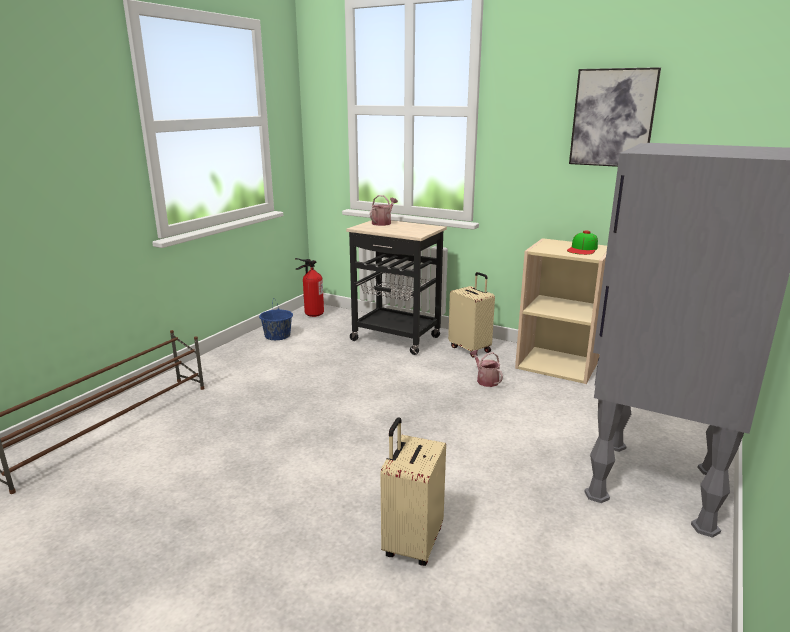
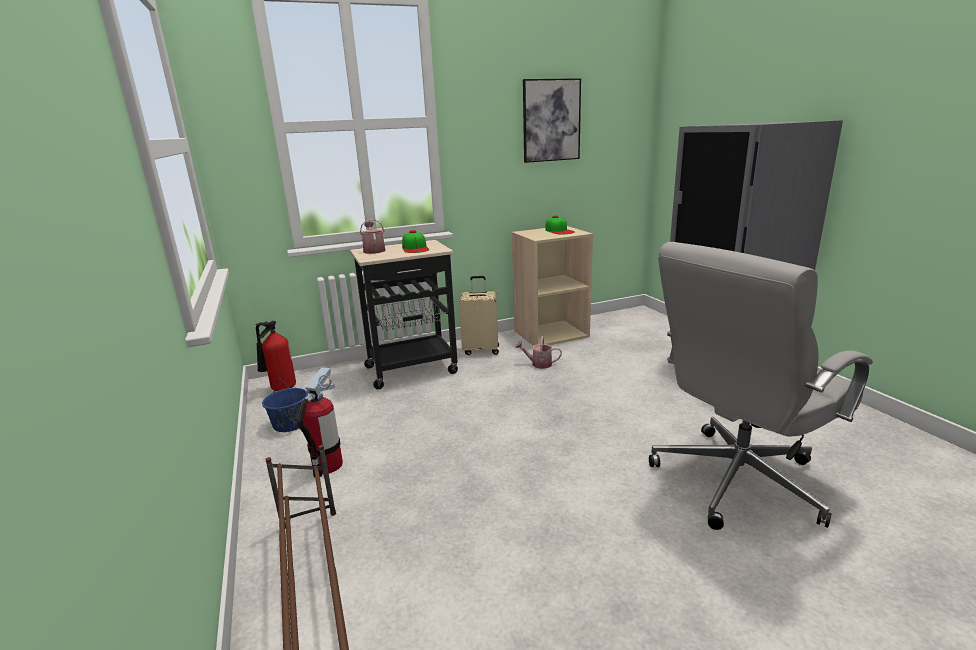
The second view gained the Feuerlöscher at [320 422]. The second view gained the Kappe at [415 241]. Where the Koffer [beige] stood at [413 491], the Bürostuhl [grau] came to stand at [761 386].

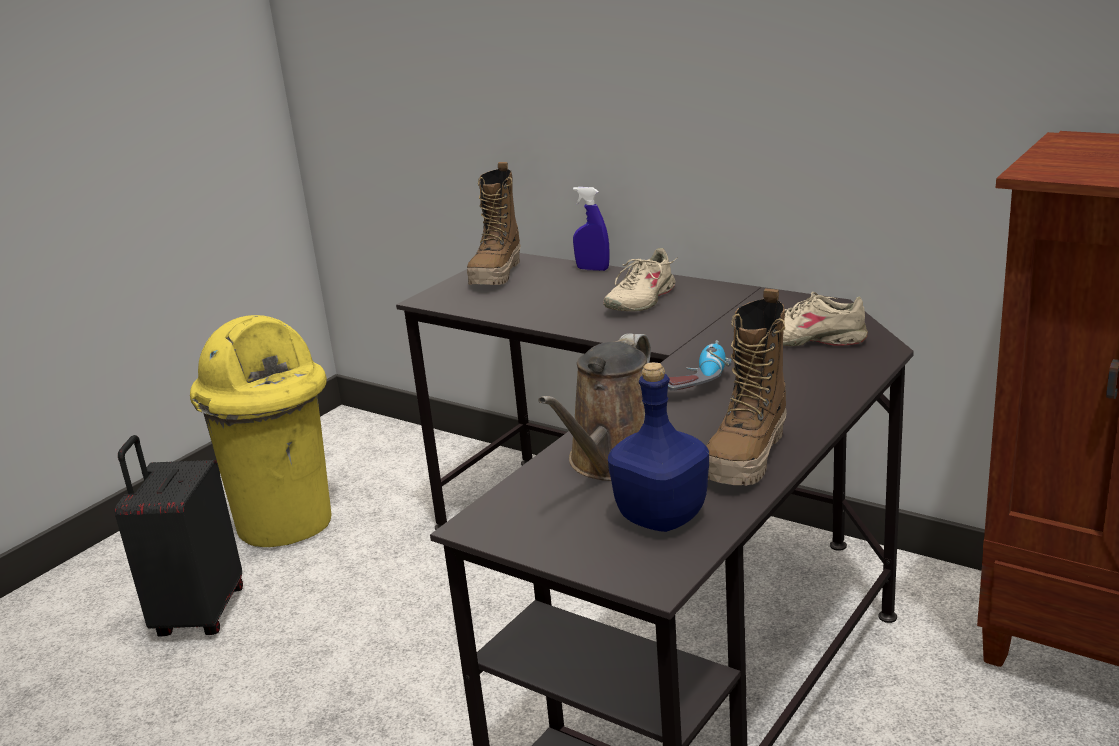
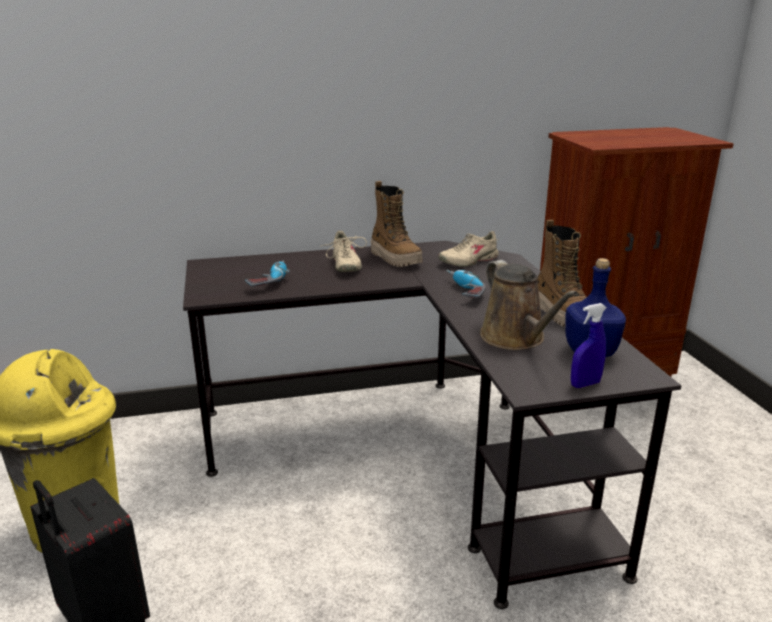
The second view gained the Bohrmaschine at [267 273]. The Stiefel ended up elsewhere, having gone from [494 223] to [397 224]. The Sprühflasche [blau] ended up elsewhere, having gone from [591 229] to [589 345].

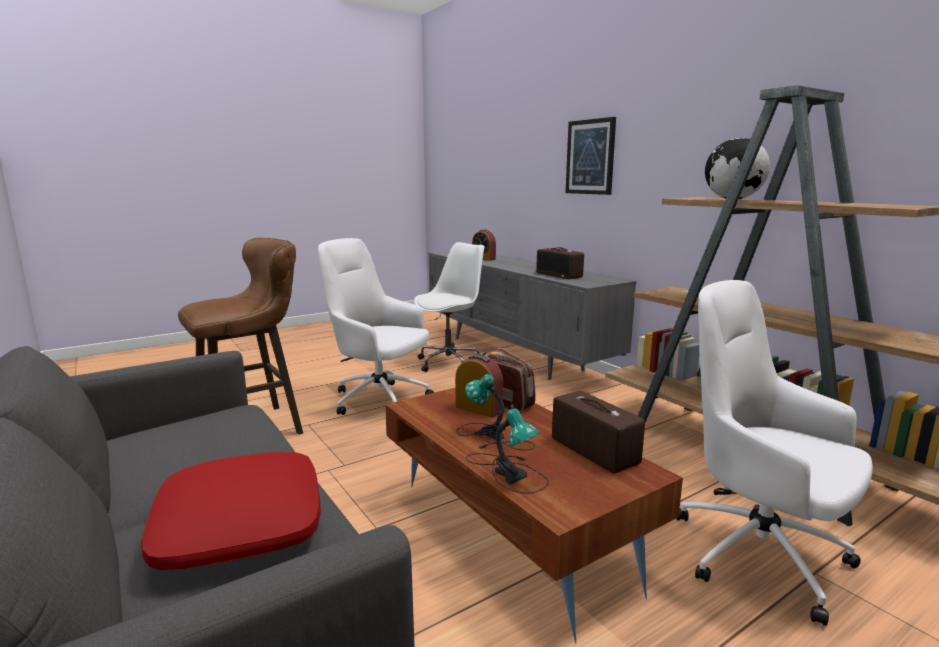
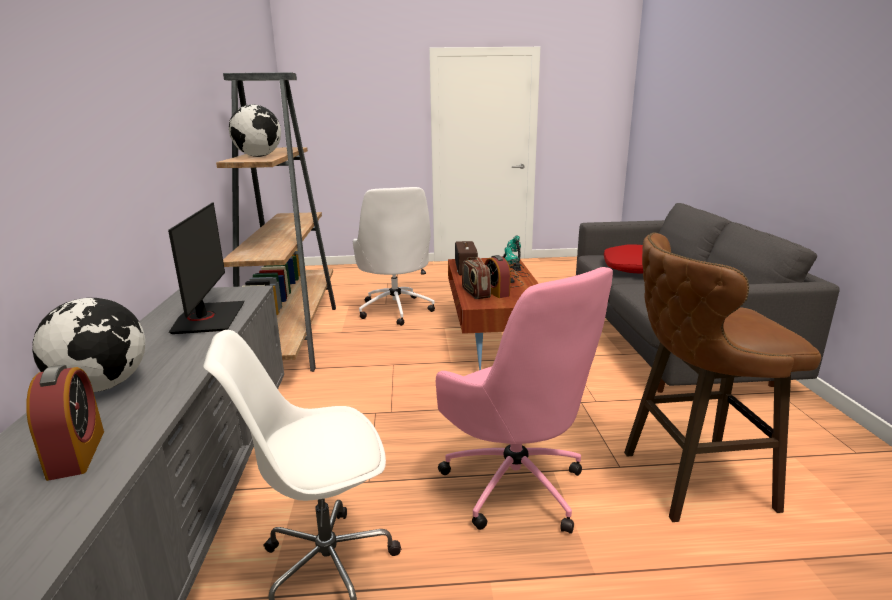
The second view lost the Bild at [591 156]. The second view gained the Globus at [88 345]. Where the Radio stood at [560 263], the Monitor came to stand at [206 268]. What was the Bürostuhl [weiß] at [376 326] turned into the Bürostuhl [rosa] at [524 400].

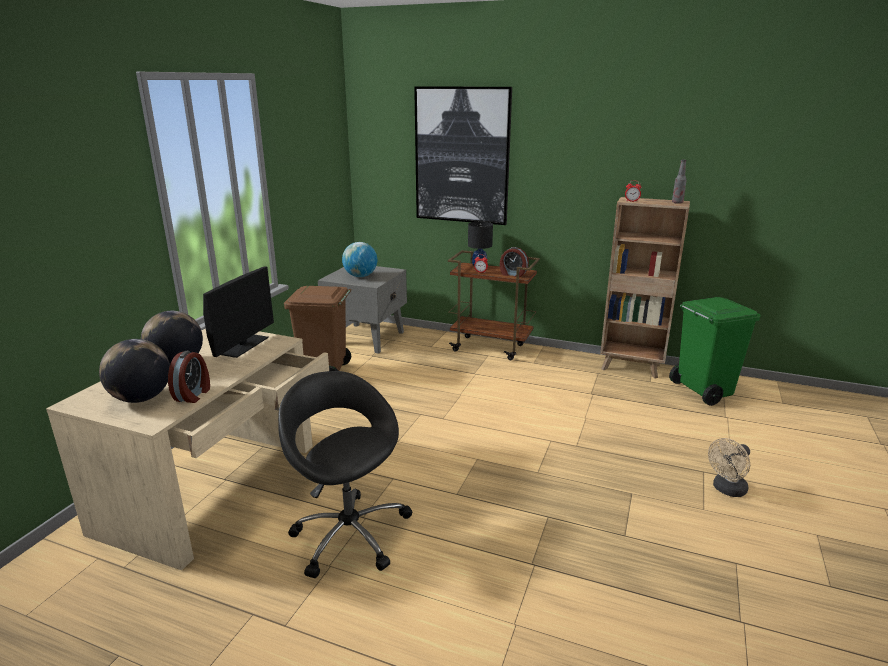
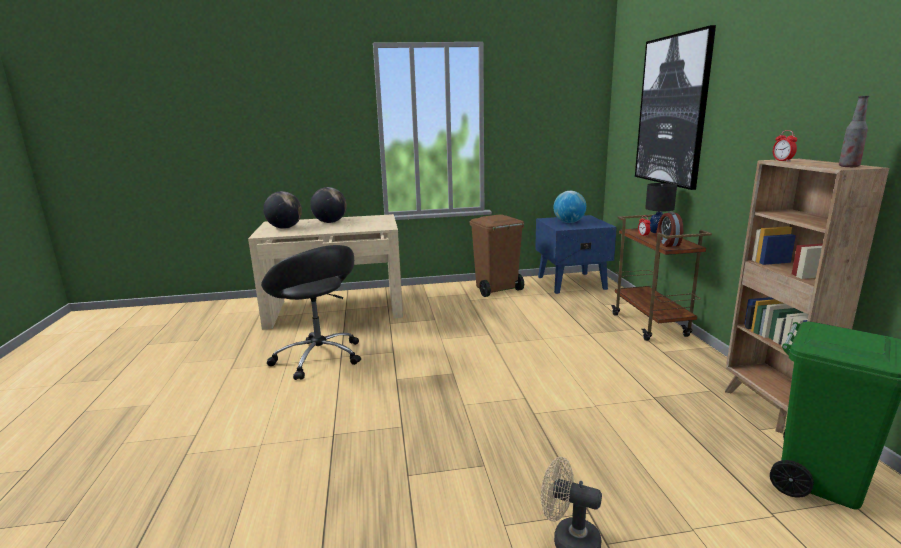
The second view lost the Wecker at [189 377]. The second view lost the Monitor at [238 312]. What was the Nachttisch [grau] at [362 310] turned into the Nachttisch [blau] at [576 254]. The Bürostuhl [schwarz] at [345 474] ended up facing another way, 135 degrees clockwise from before.

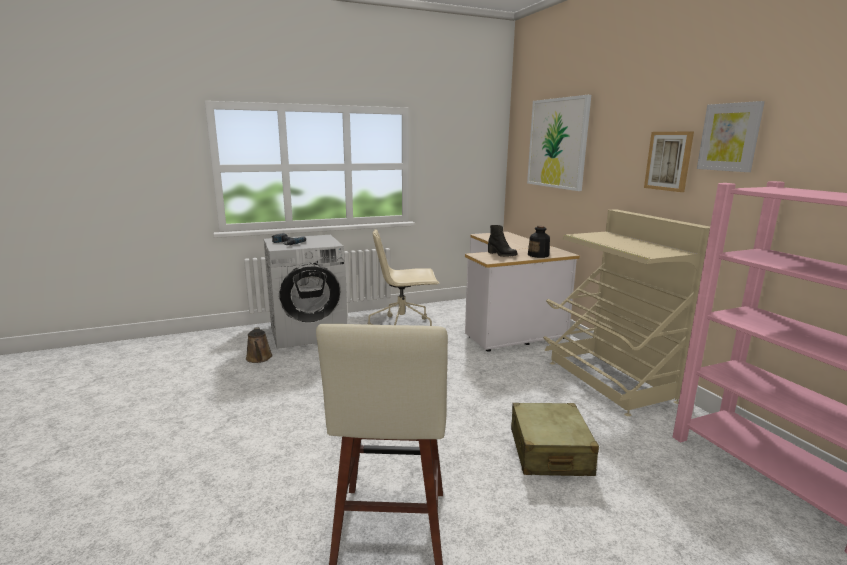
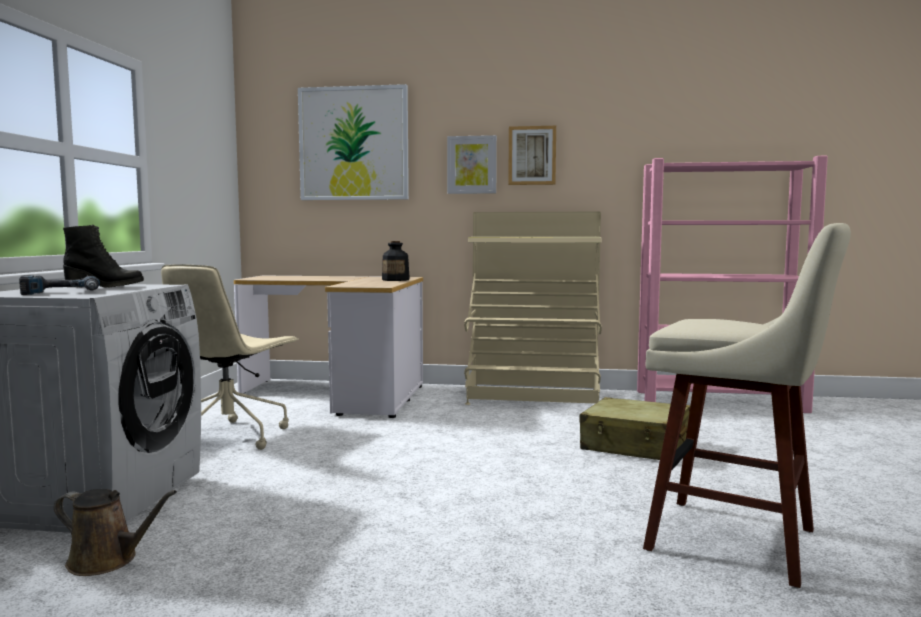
The Stiefel [schwarz] ended up elsewhere, having gone from [503 241] to [103 256]. The Bild ended up elsewhere, having gone from [731 136] to [472 164].

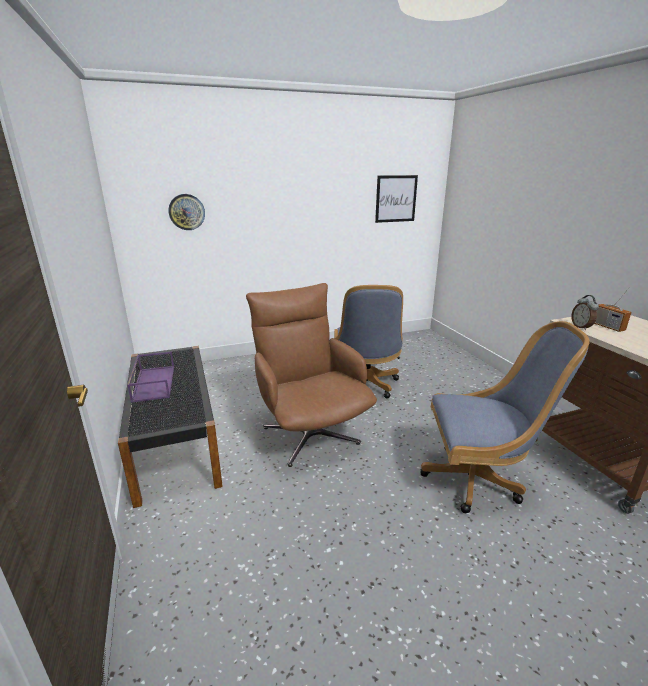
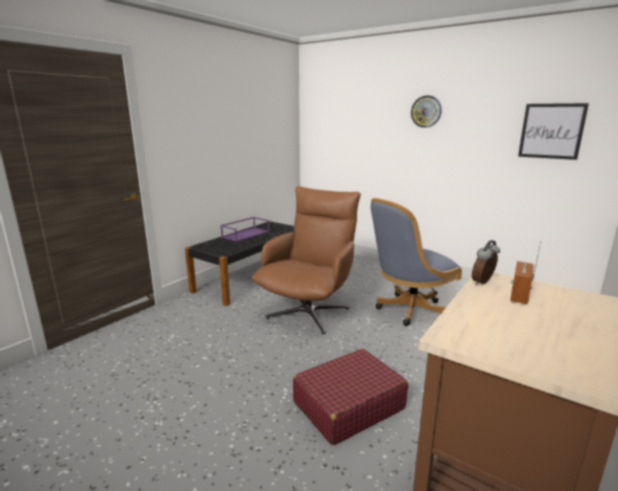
The Wanduhr ended up elsewhere, having gone from [186 212] to [426 111]. Where the Bürostuhl [blau] stood at [505 417], the Koffer [rot] came to stand at [350 397].

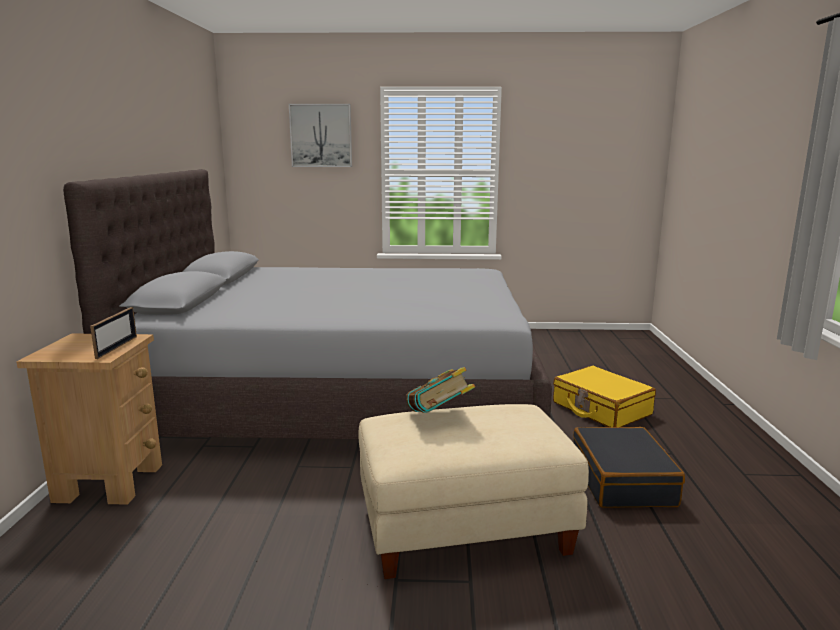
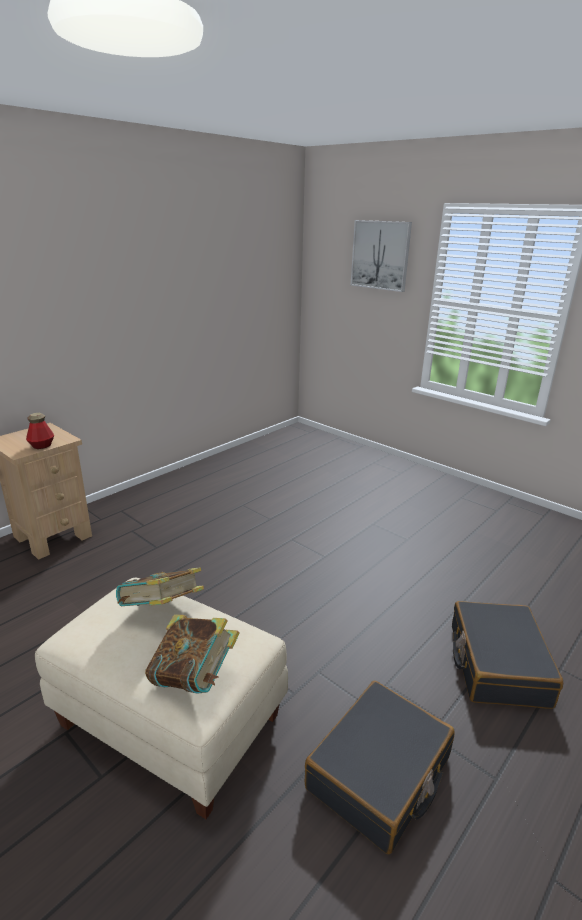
The second view lost the Bett [grau] at [307 304]. The second view gained the Buch at [192 654]. Where the Bilderrahmen stood at [113 333], the Flasche came to stand at [40 431]. What was the Koffer [gelb] at [604 396] turned into the Koffer [schwarz] at [507 655].

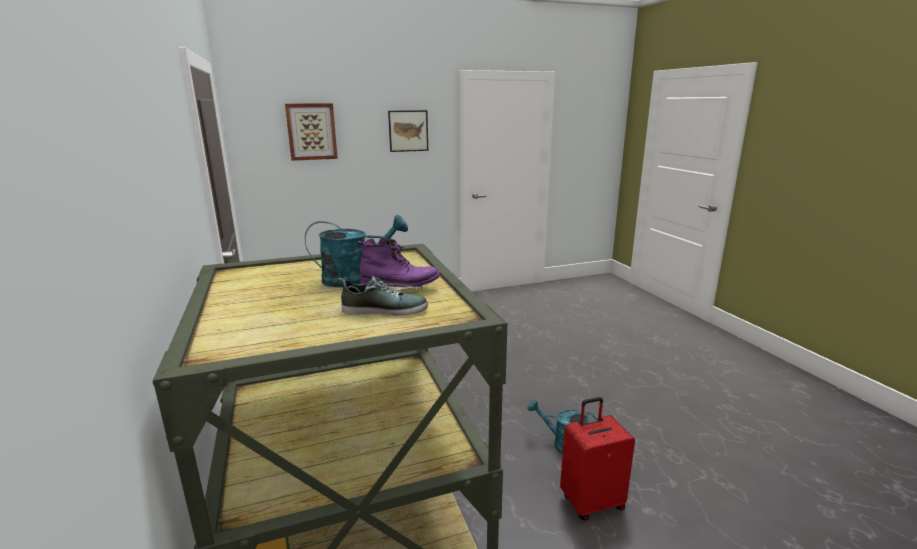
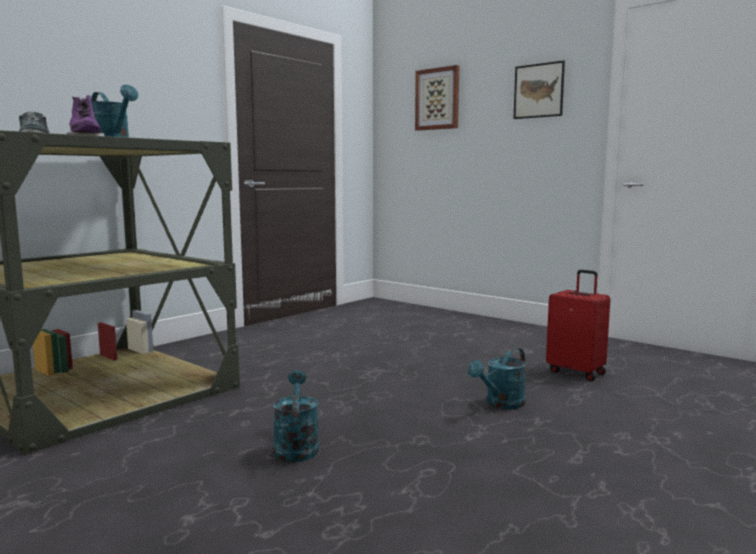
The second view gained the Gießkanne [türkis] at [497 378]. The Koffer [rot] ended up elsewhere, having gone from [597 458] to [578 325].

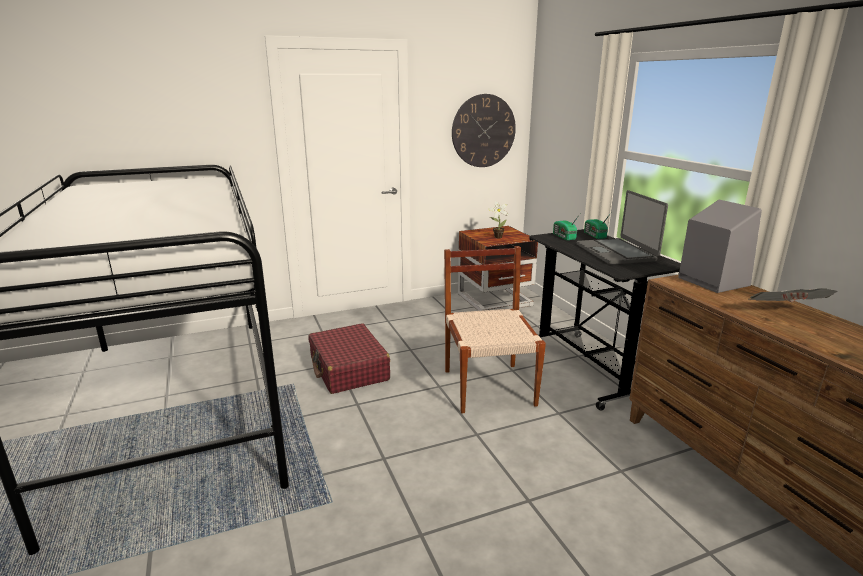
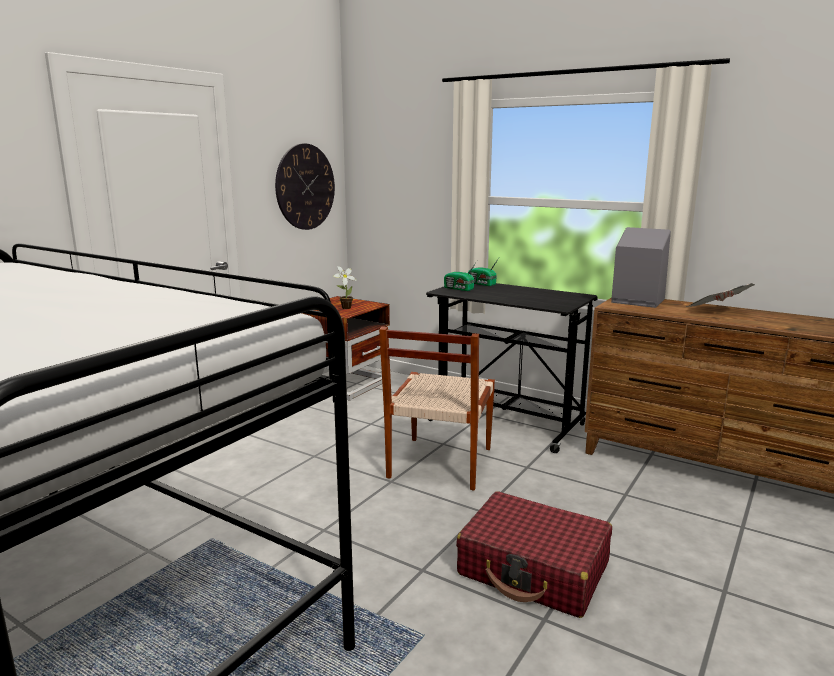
The second view lost the Laptop at [622 227]. The Koffer [rot] ended up elsewhere, having gone from [349 358] to [534 554]. The Stuhl at [495 329] ended up facing another way, 120 degrees counterclockwise from before.

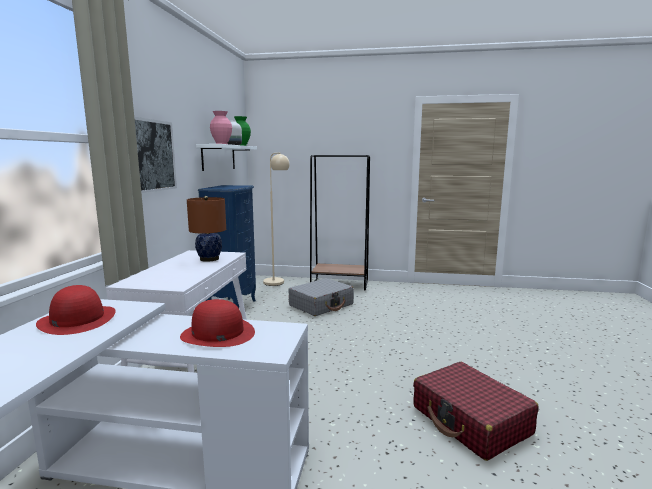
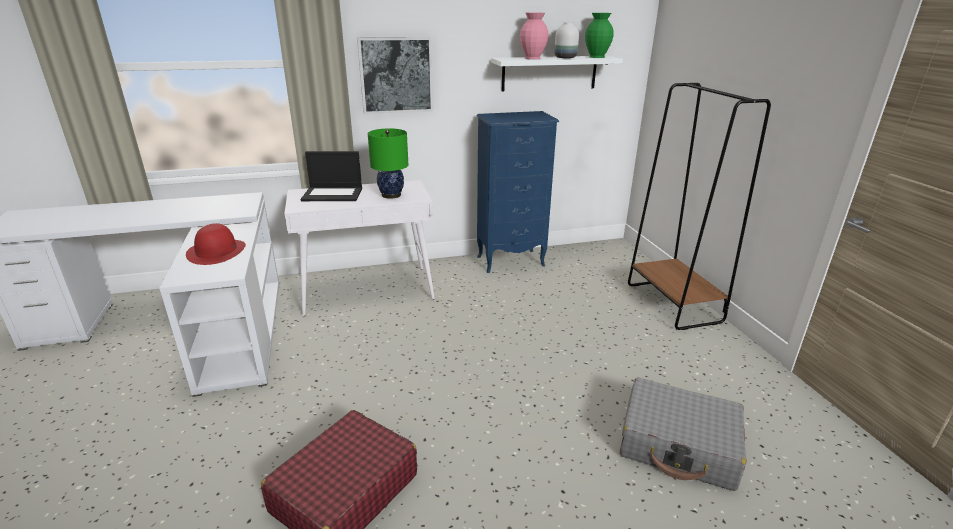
The second view lost the Hut [rot] at [76 310]. The second view lost the Stehlampe [beige] at [276 219]. The second view gained the Laptop at [331 176]. The Koffer [grau] ended up elsewhere, having gone from [321 297] to [683 434]. What was the Tischlampe [braun] at [206 229] turned into the Tischlampe [grün] at [388 163].

